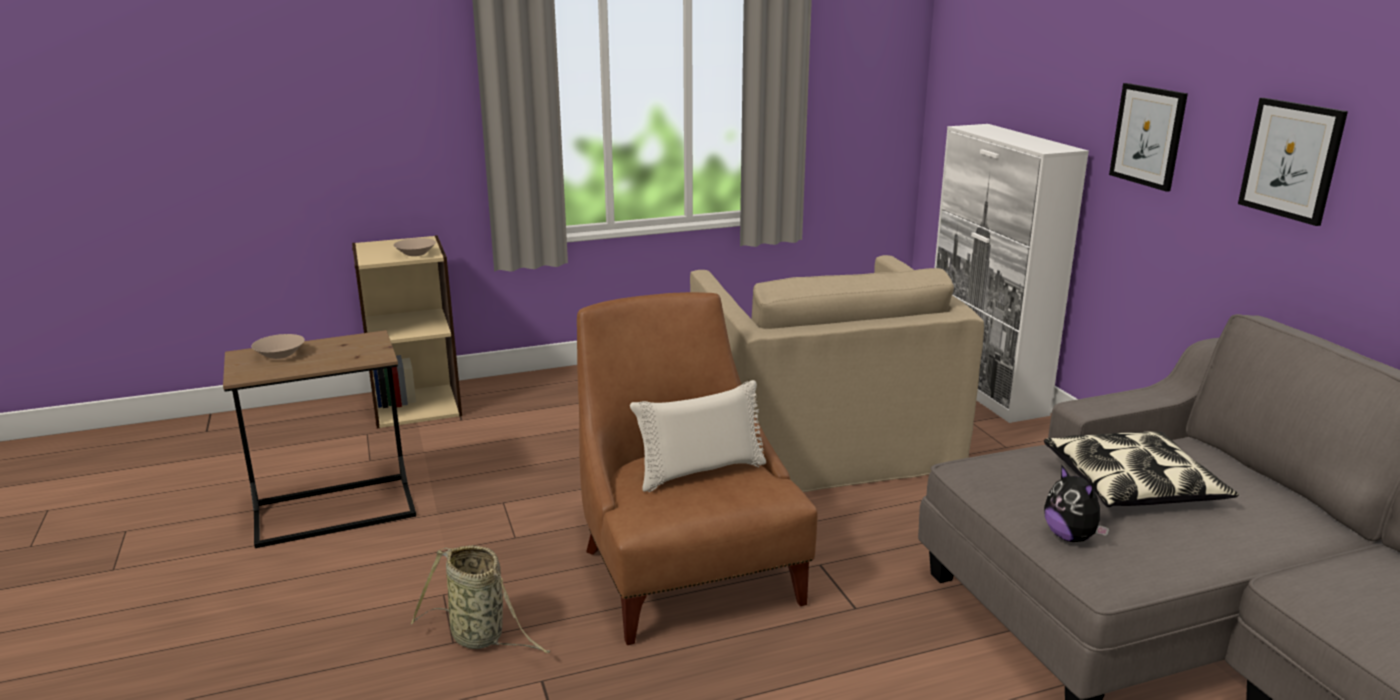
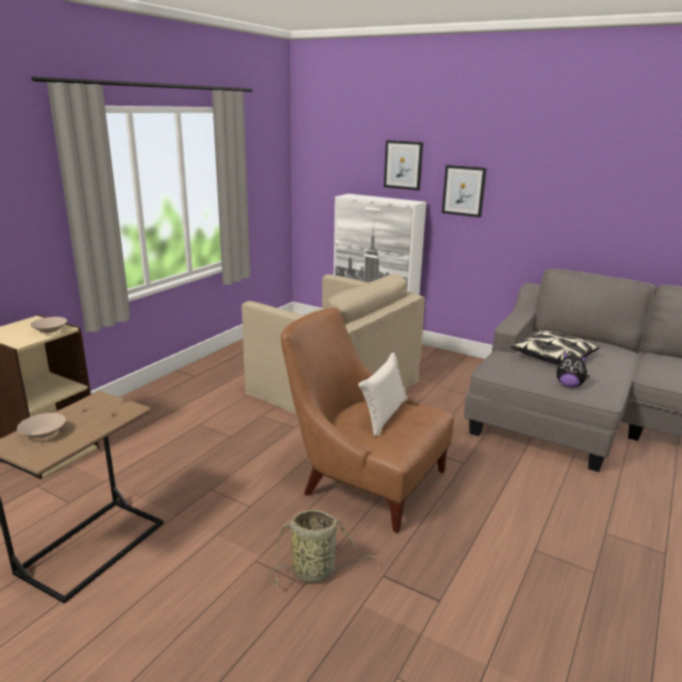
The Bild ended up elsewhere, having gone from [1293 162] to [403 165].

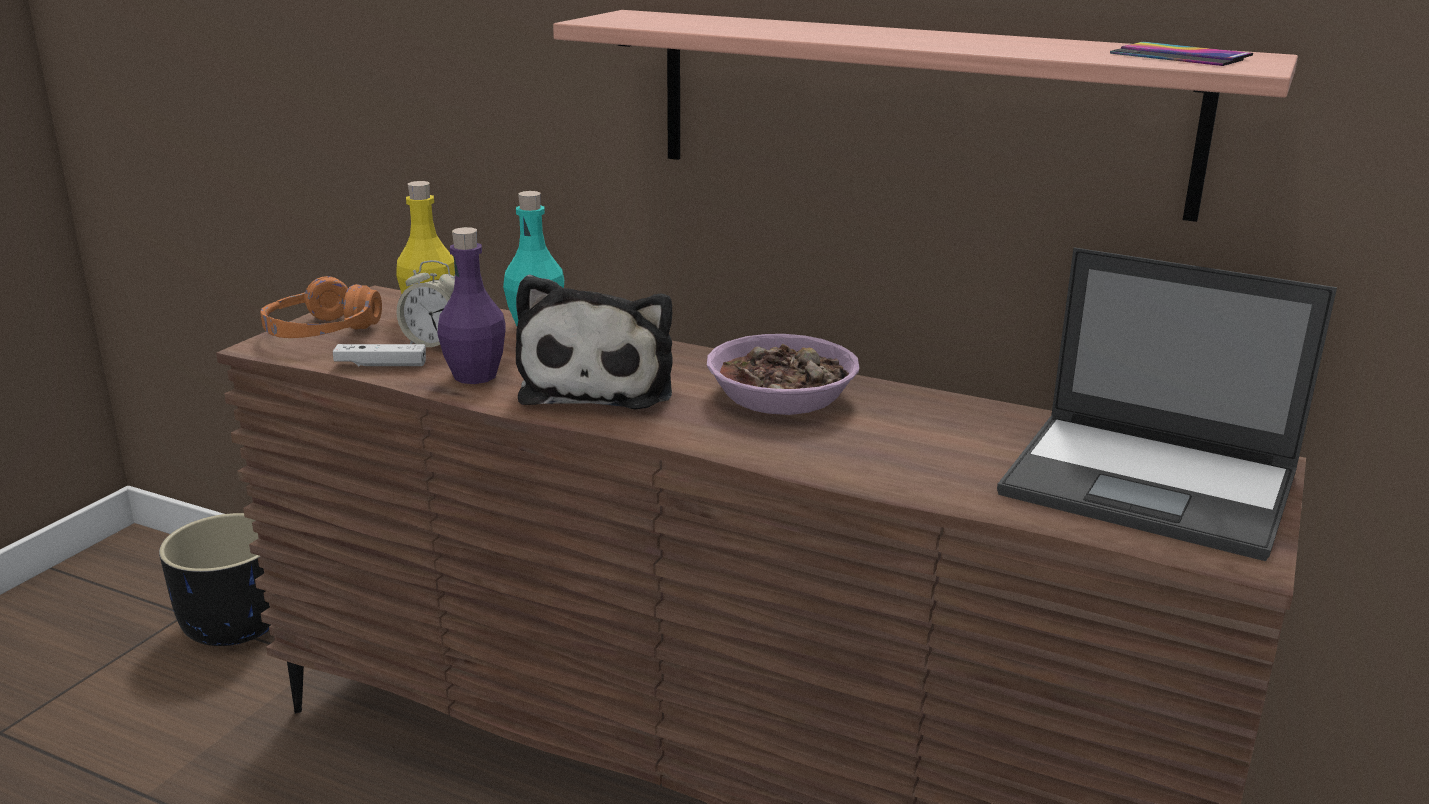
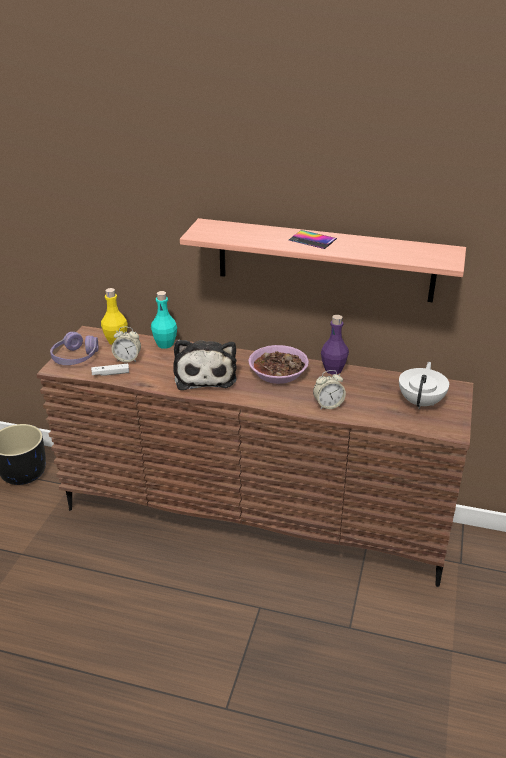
The second view gained the Wecker at [329 390]. The Flasche [lila] ended up elsewhere, having gone from [471 305] to [335 345]. The Handy ended up elsewhere, having gone from [1181 54] to [313 239]. Where the Laptop stood at [1167 404], the Teekanne [weiß] came to stand at [424 385]. What was the Kopfhörer [orange] at [321 307] turned into the Kopfhörer [lila] at [74 348].

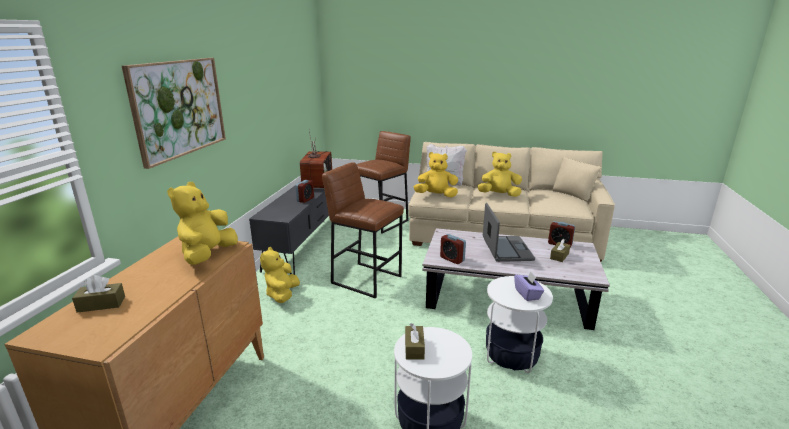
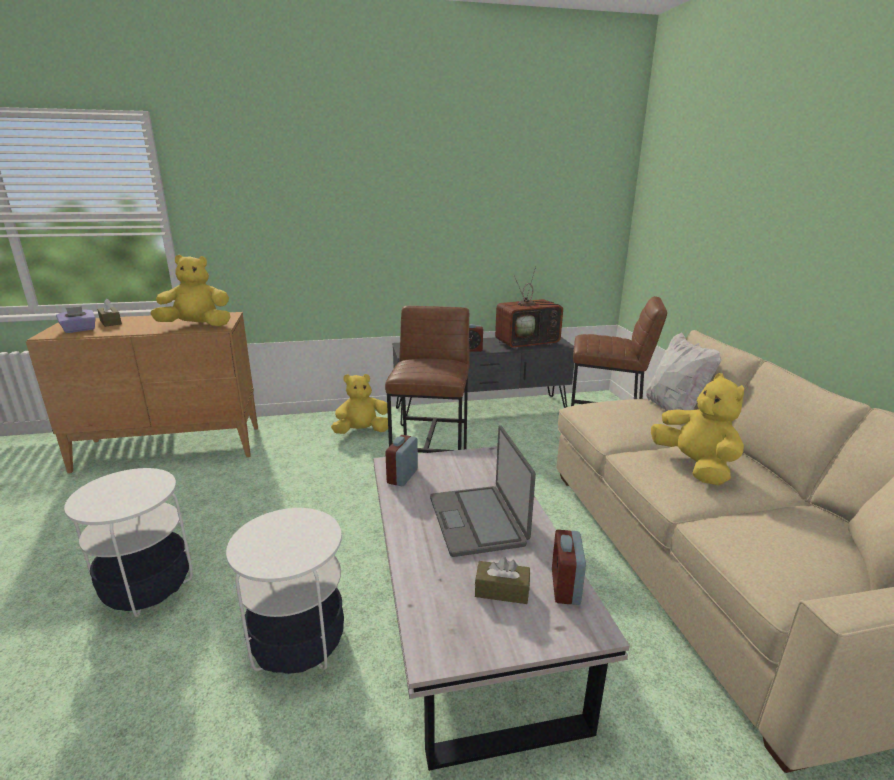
The second view lost the Bild at [174 113]. The second view lost the Taschentuchbox [braun] at [415 341]. The second view lost the Plüschtier [gelb] at [436 174]. The Taschentuchbox [lila] ended up elsewhere, having gone from [529 286] to [76 319]. The Laptop at [509 232] ended up facing another way, 105 degrees clockwise from before.

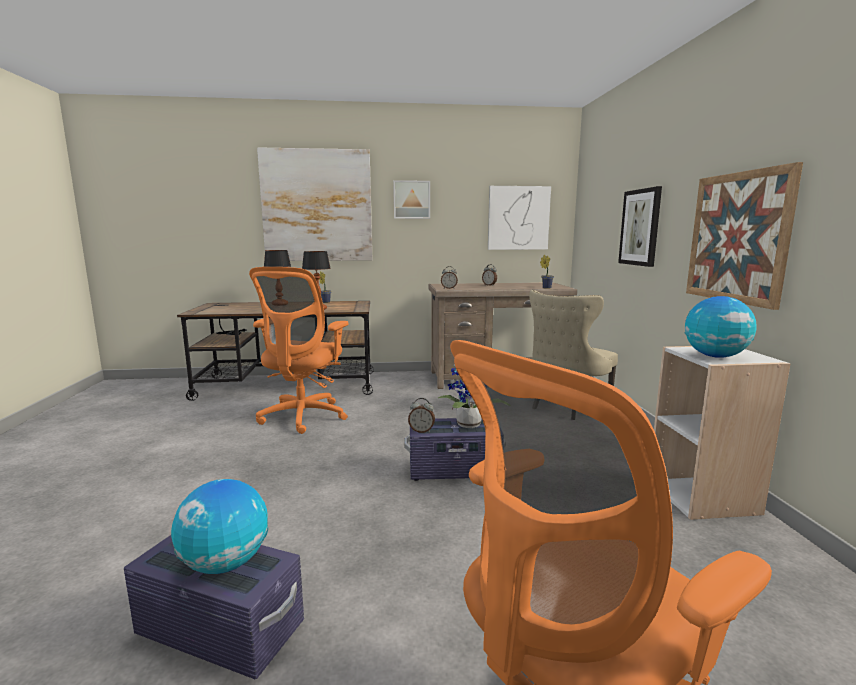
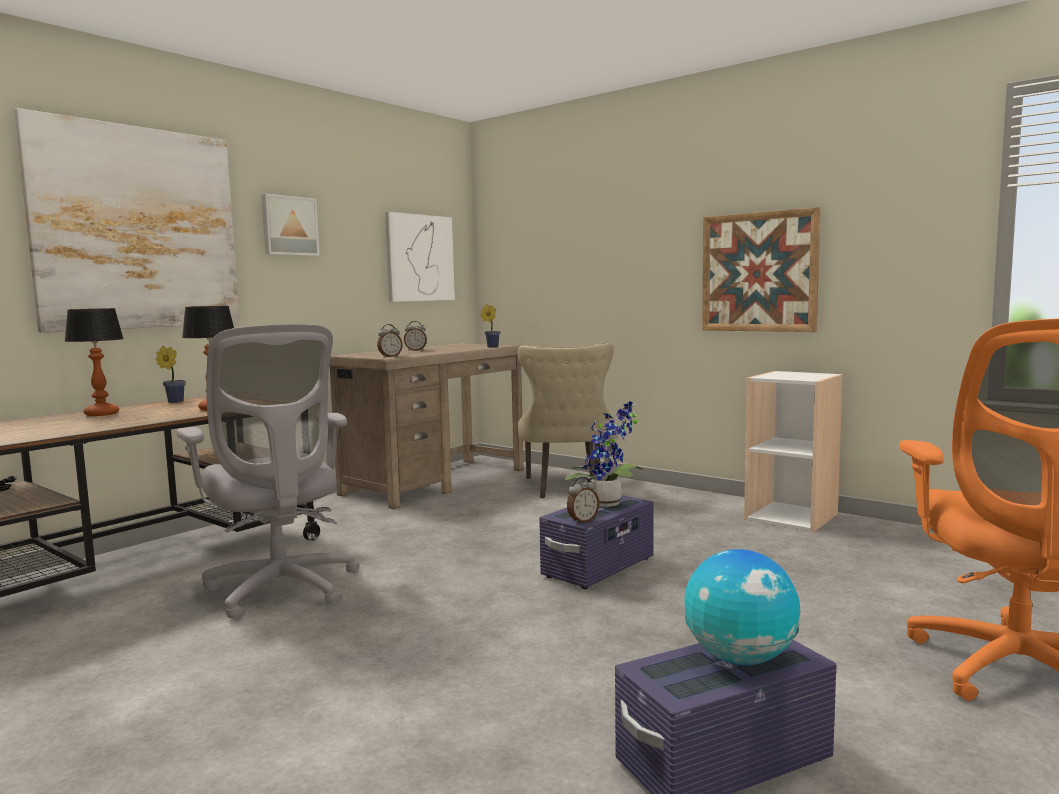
The second view lost the Bild at [640 226]. The second view lost the Globus at [721 327]. What was the Bürostuhl [orange] at [298 350] turned into the Bürostuhl [grau] at [268 472].

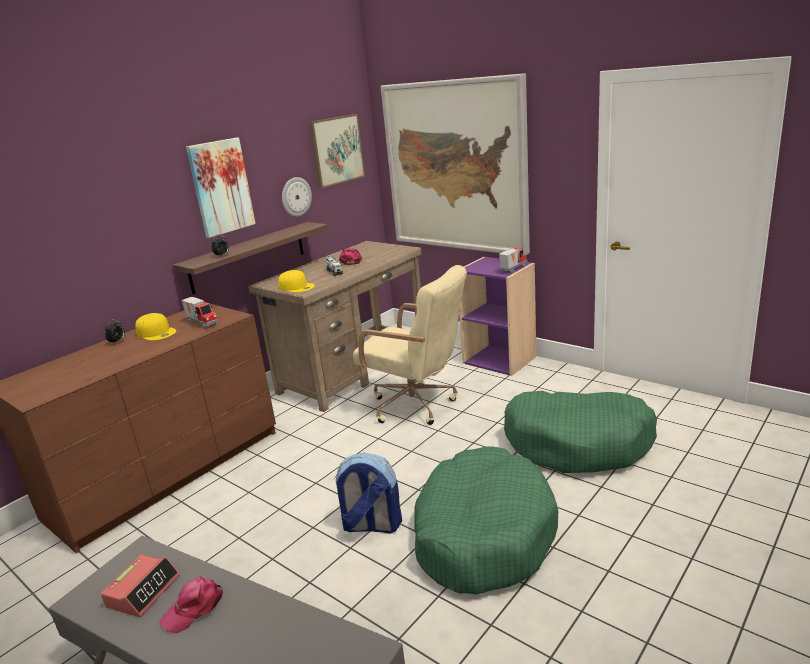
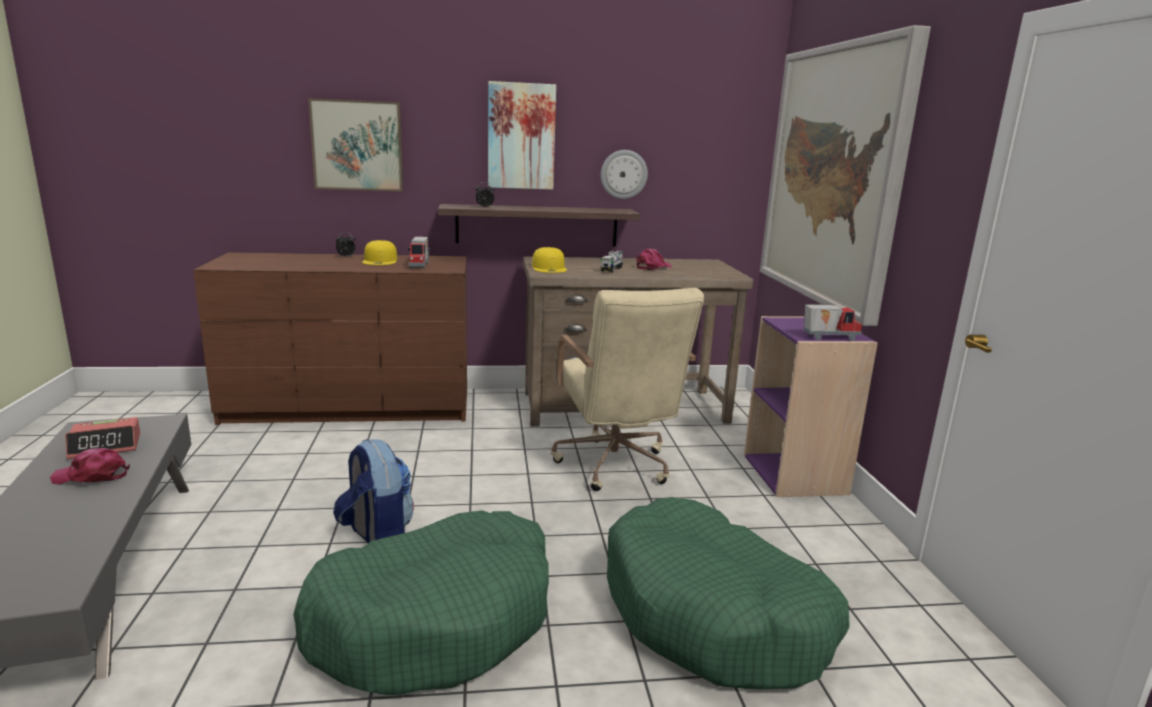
The Bild ended up elsewhere, having gone from [337 151] to [355 144].

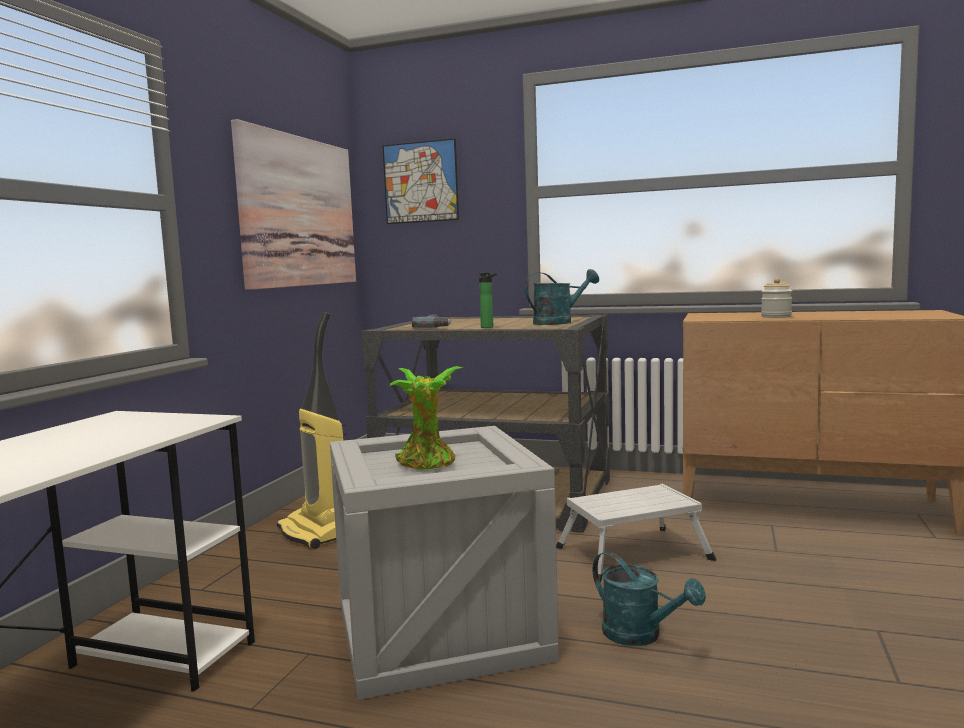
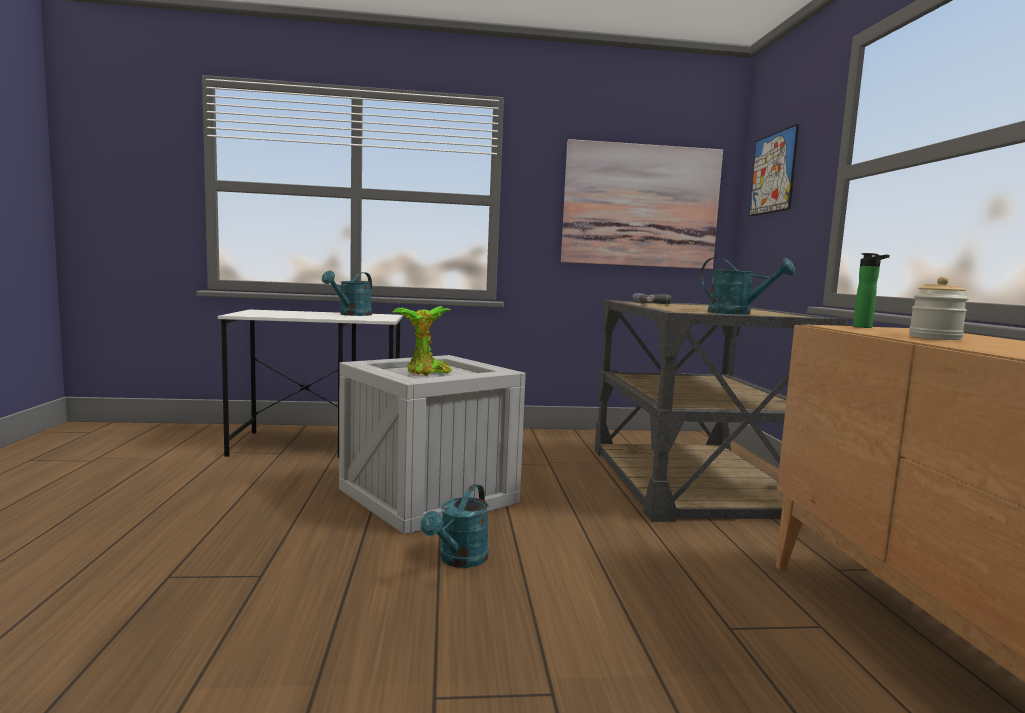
The second view lost the Staubsauger at [311 430]. The second view lost the Trittleiter [weiß] at [636 533]. The second view gained the Gießkanne [türkis] at [347 293]. The Flasche ended up elsewhere, having gone from [488 300] to [871 290].

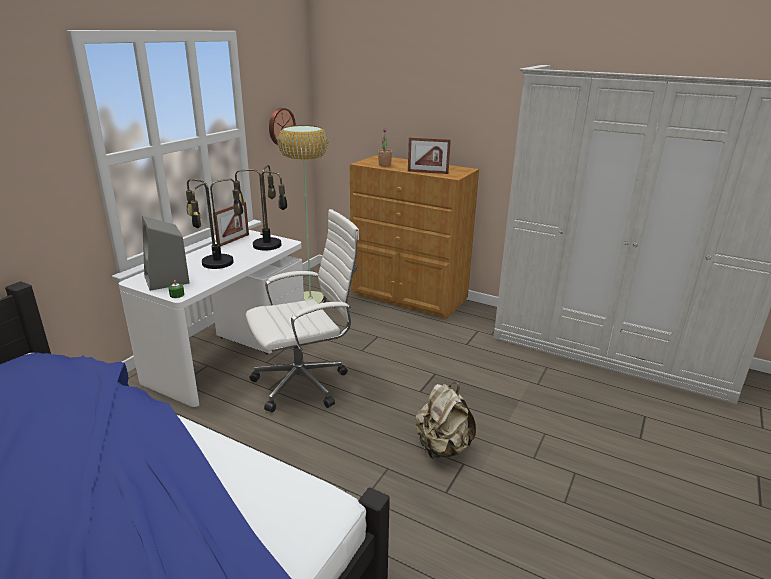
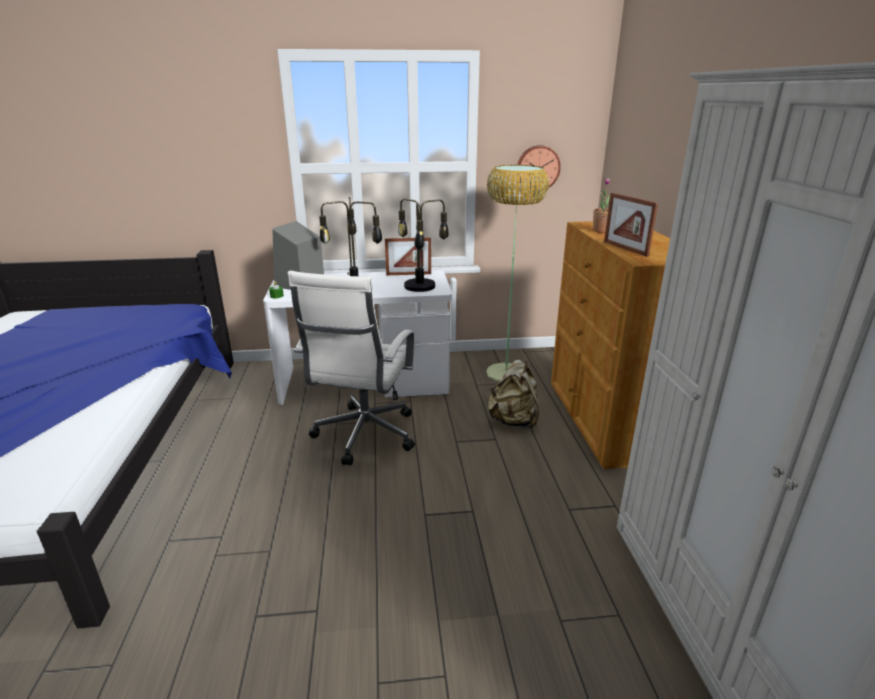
The Rucksack [beige] ended up elsewhere, having gone from [445 421] to [513 394]. The Bürostuhl [weiß] at [302 310] ended up facing another way, 75 degrees clockwise from before.

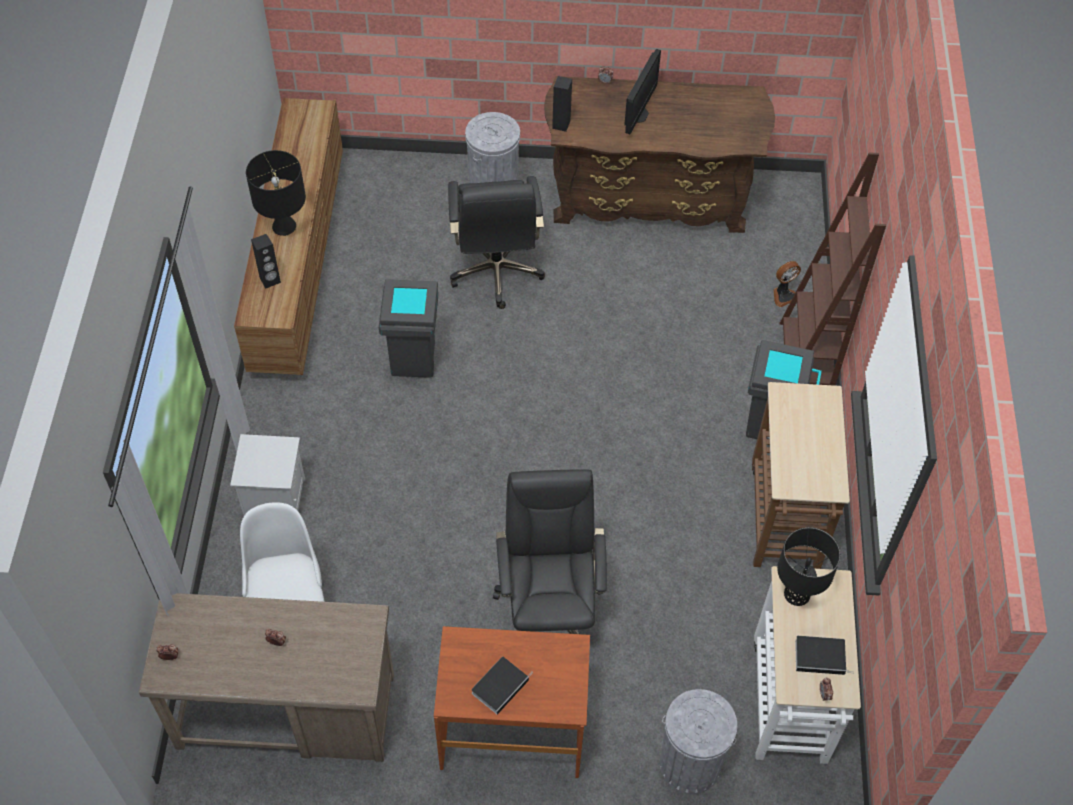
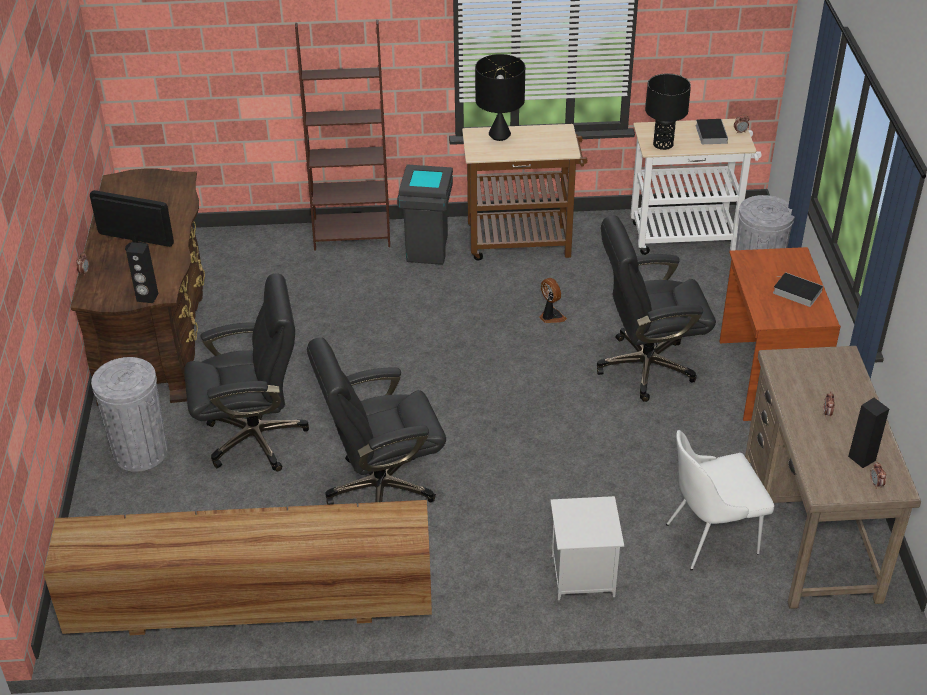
The Tischlampe [schwarz] ended up elsewhere, having gone from [276 193] to [500 97]. The Lautsprecher [schwarz] ended up elsewhere, having gone from [266 261] to [868 433]. The Ventilator ended up elsewhere, having gone from [787 284] to [553 300]. Where the Mülleimer [grau] stood at [408 328], the Bürostuhl [schwarz] came to stand at [376 421].

